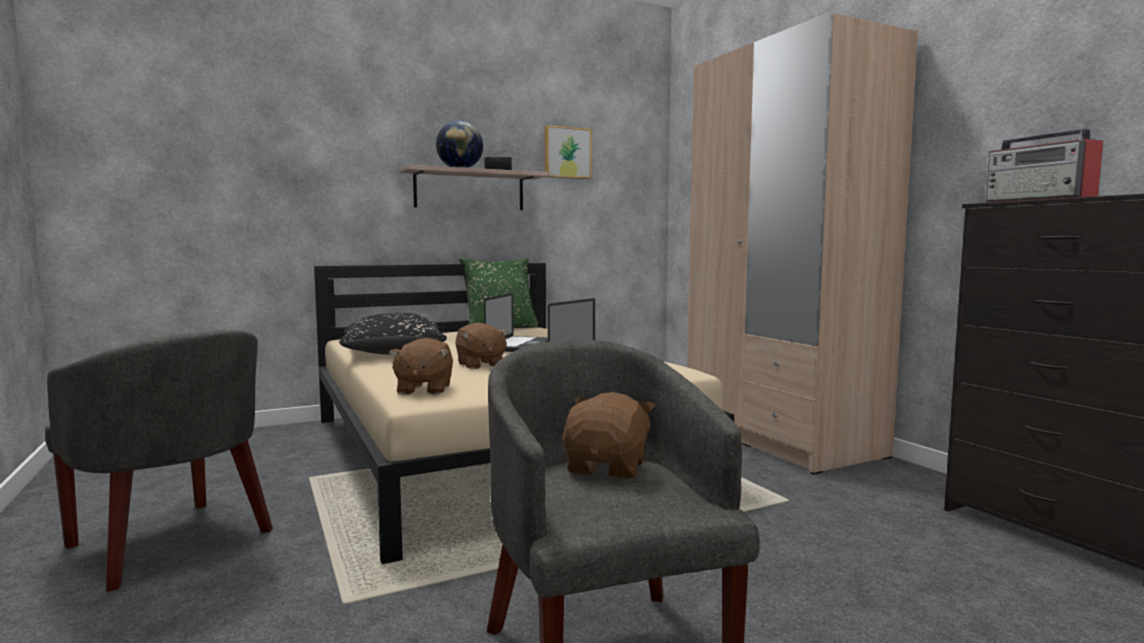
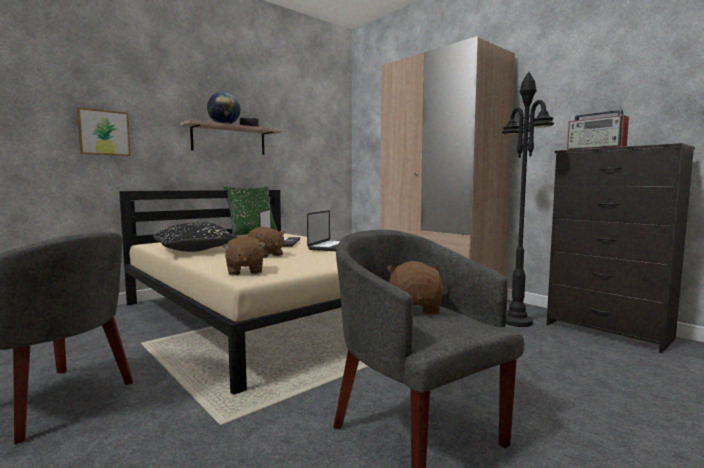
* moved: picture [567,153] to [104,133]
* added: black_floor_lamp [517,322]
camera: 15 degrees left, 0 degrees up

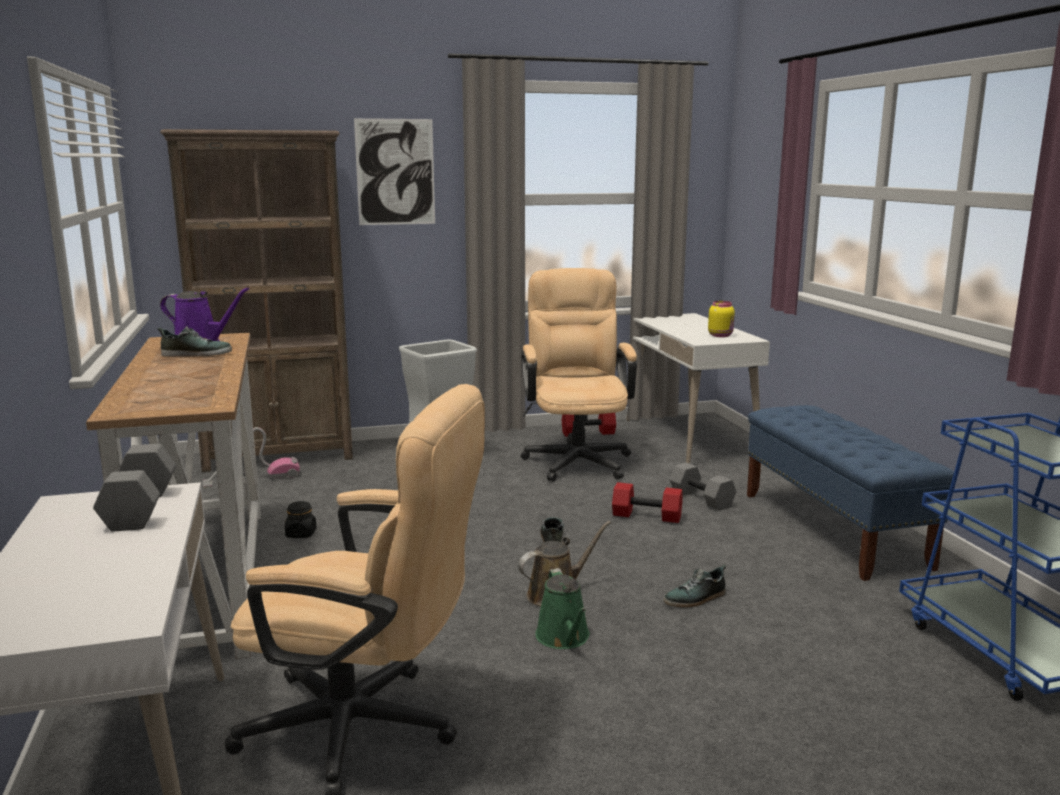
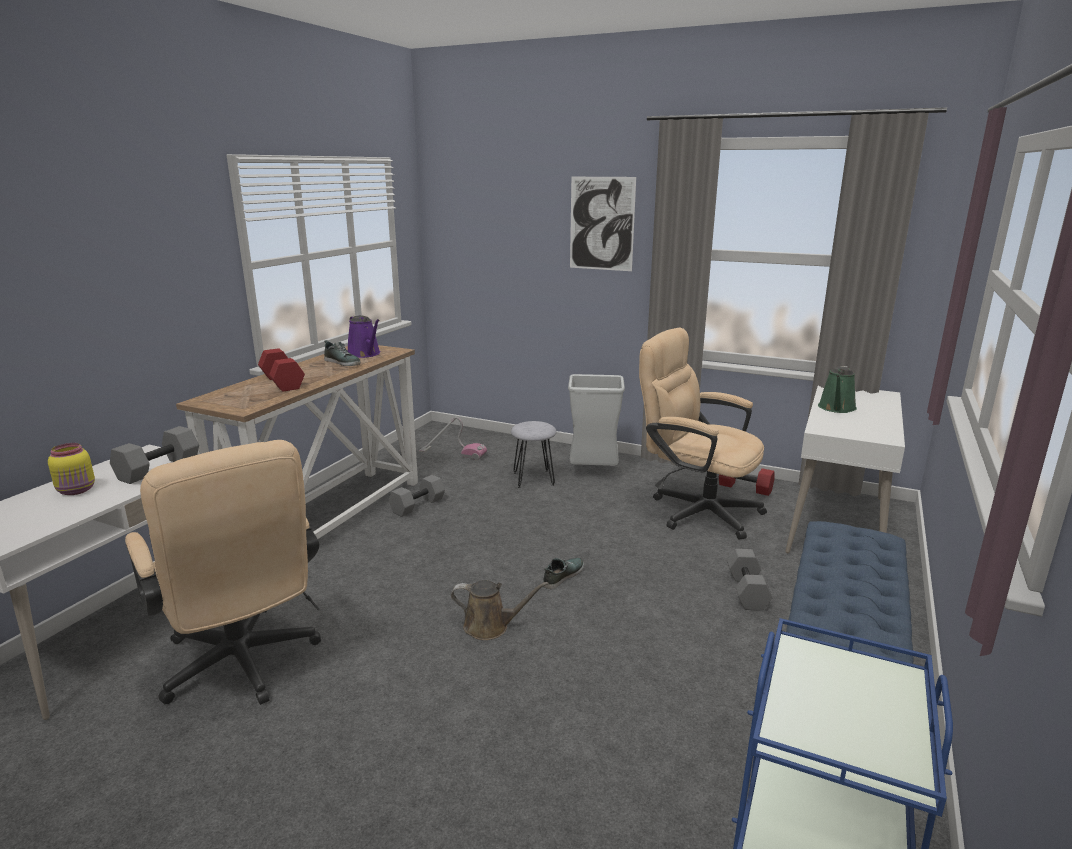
* removed: brown_bookcase [280,456]
* turned: beige_office_chair [576,458] = [695,510] 90 degrees counterclockwise
* moved: yellow_jar [721,335] to [77,490]
* moved: red_dumbbell [646,516] to [281,382]
* replaced: black_jar [301,534] to grey_dumbbell [418,506]
* removed: shoe [695,598]
* moved: green_watering_can [564,638] to [836,408]
* added: grey_stool [534,479]
camera: 40 degrees right, 5 degrees up

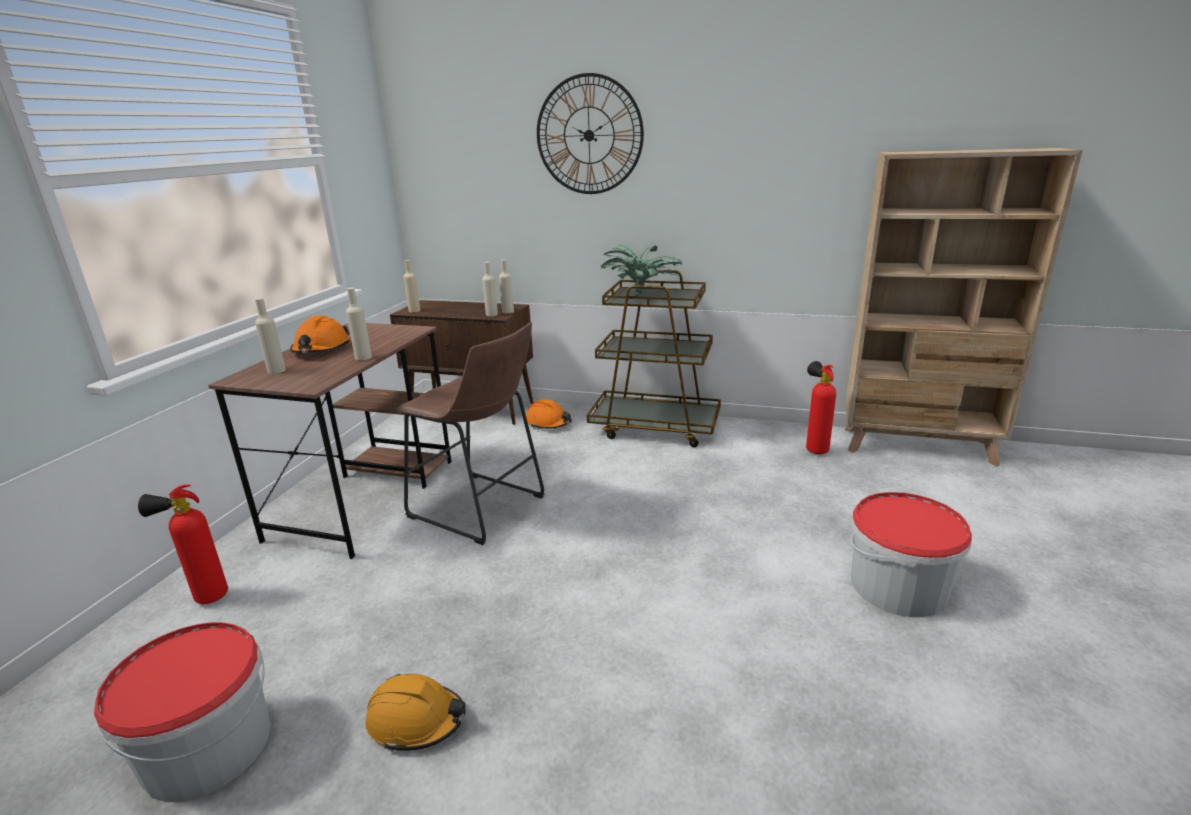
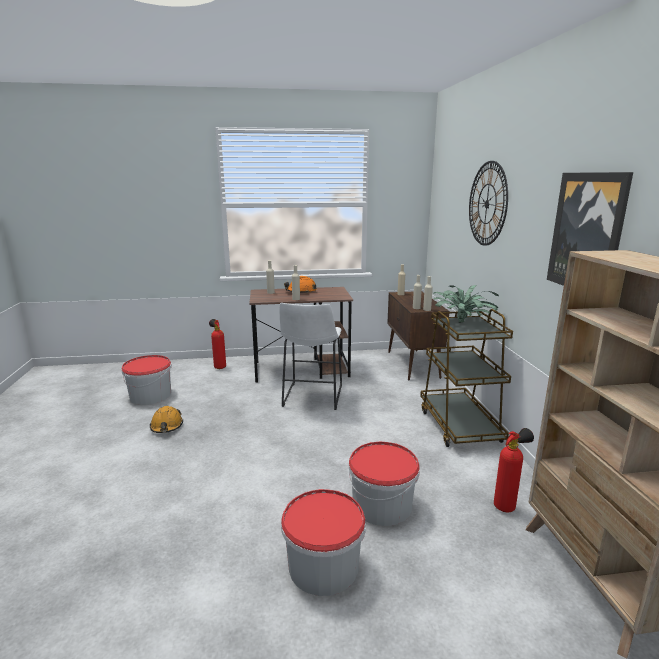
* recoloured: brown_stool [482,509] to white_stool [312,397]
* removed: orange_hard_hat [548,423]
* added: picture [587,233]
* added: bucket [382,504]
camera: 65 degrees right, 5 degrees down

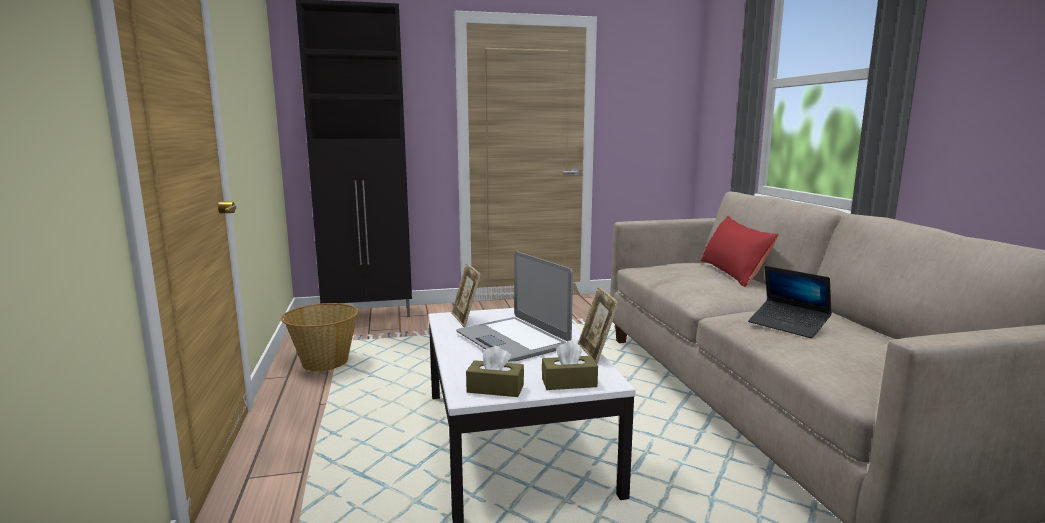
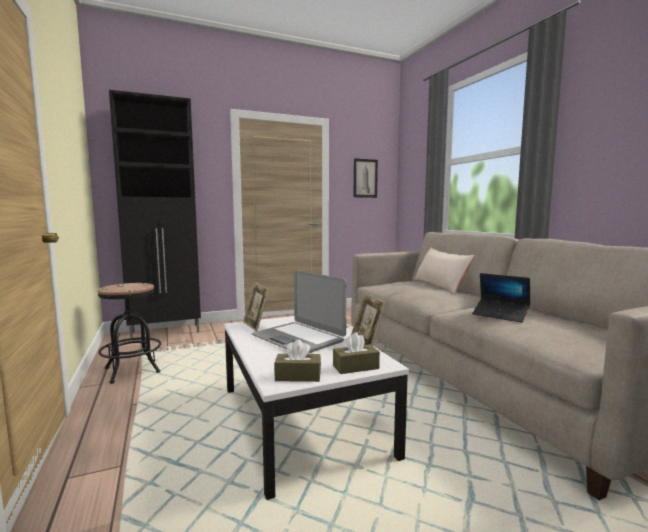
* recoloured: red_pillow [733,273] to beige_pillow [440,286]
* replaced: basket [324,362] to black_stool [132,370]
* added: picture [365,178]
camera: 10 degrees left, 5 degrees down

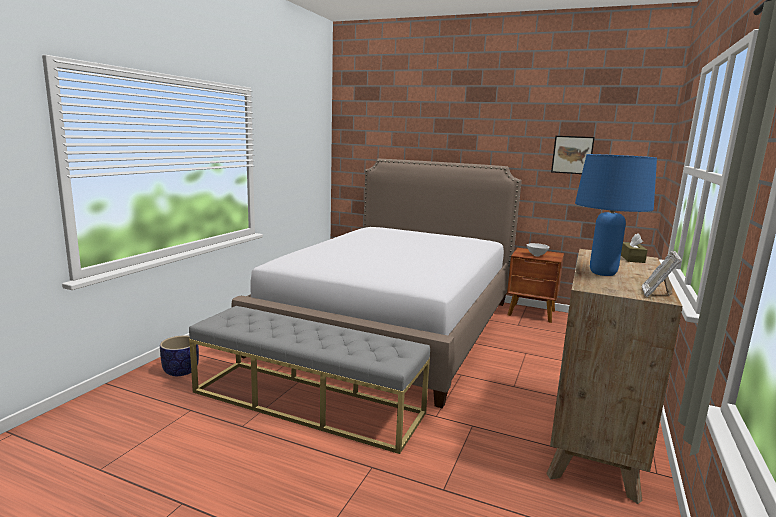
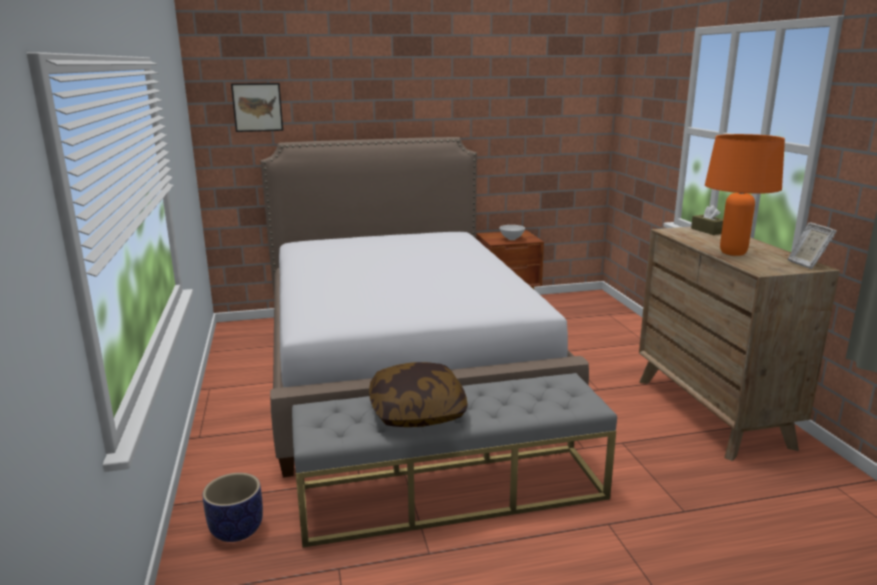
* moved: picture [572,155] to [257,107]
* recoloured: blue_table_lamp [602,273] to orange_table_lamp [732,253]
* added: pillow [417,411]
camera: 35 degrees left, 5 degrees up

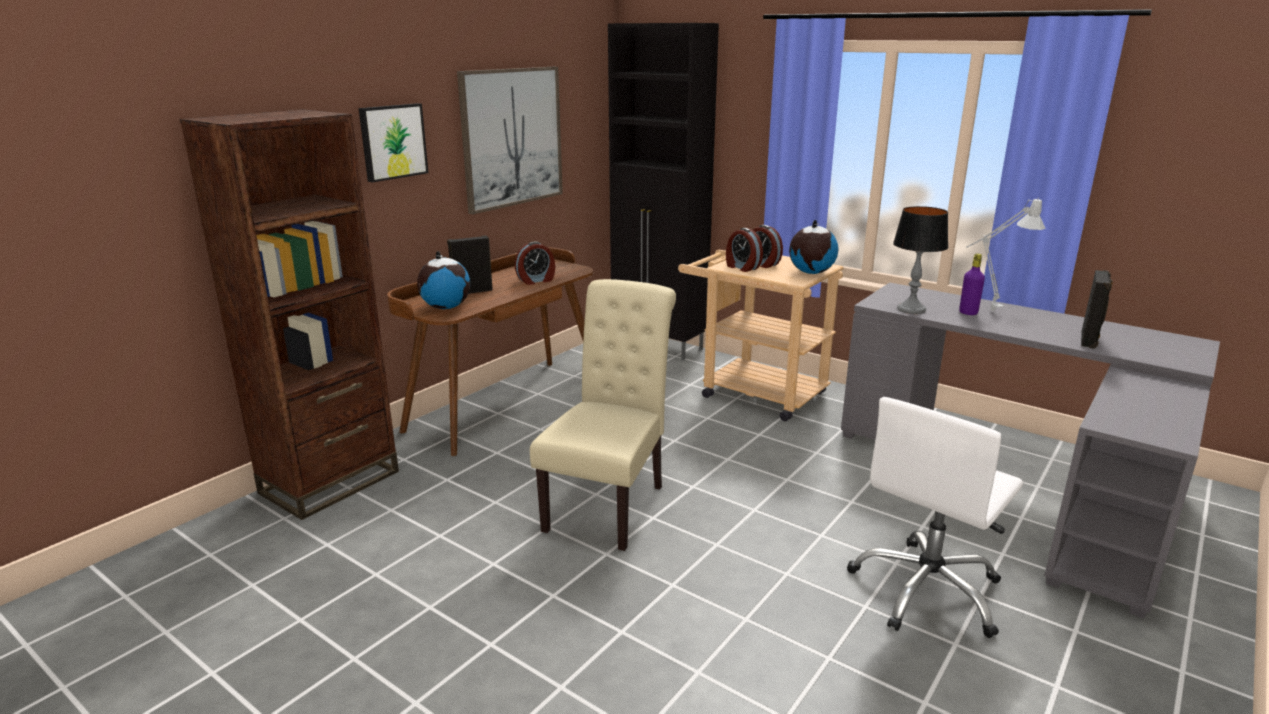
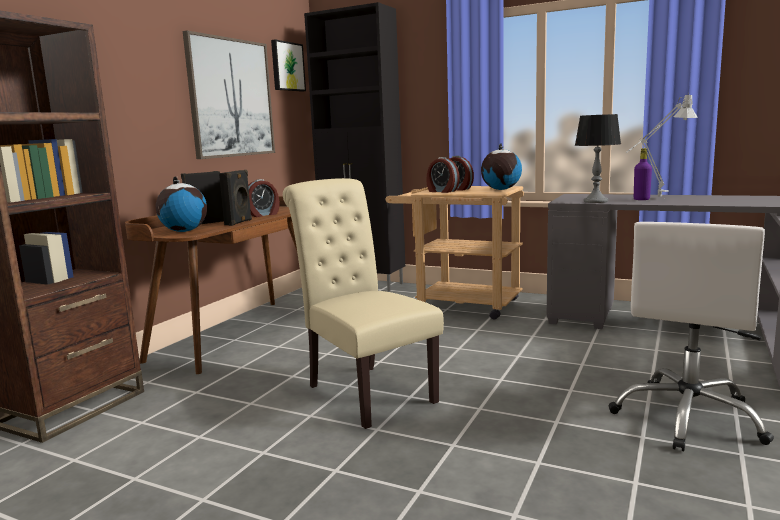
* moved: picture [392,141] to [287,66]
* moved: black_speaker [1089,340] to [239,222]
* turned: beige_chair [610,503] = [365,391] 45 degrees counterclockwise
camera: 10 degrees left, 10 degrees down

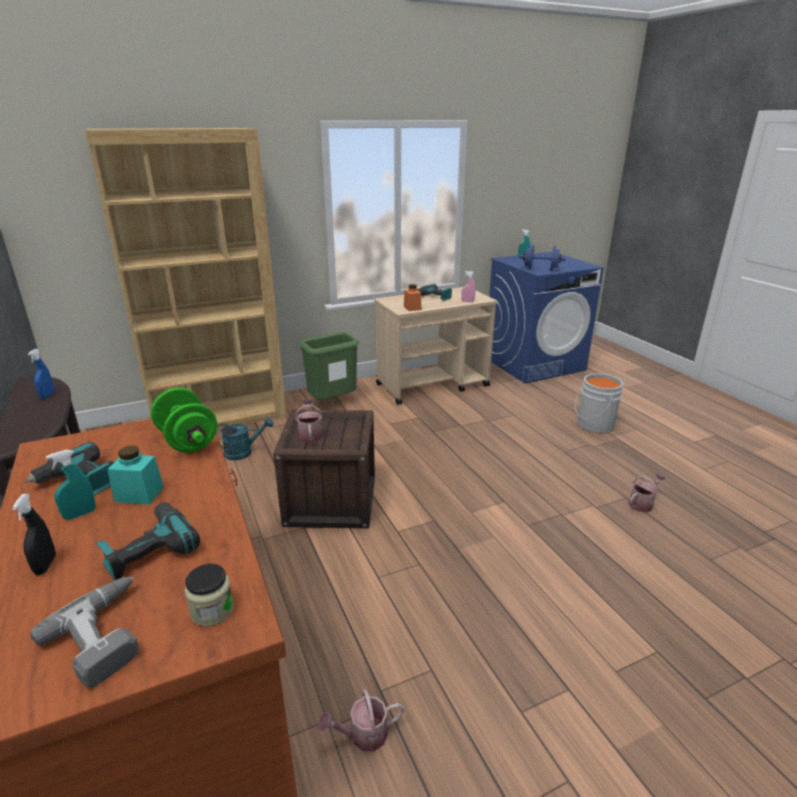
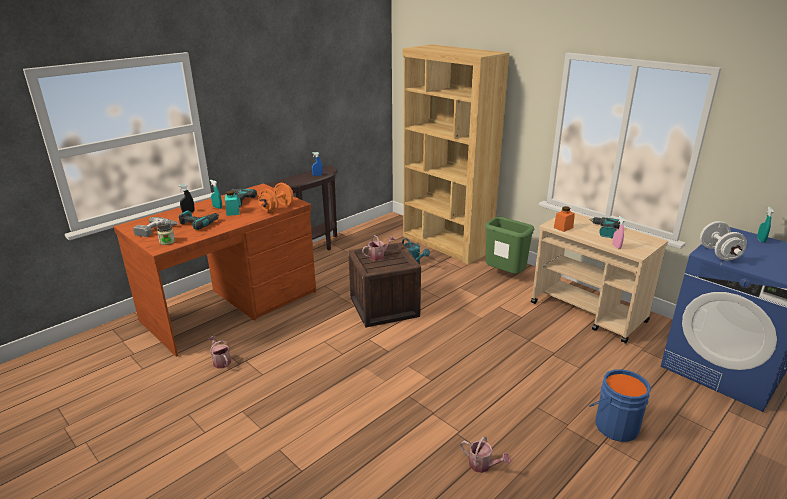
* recoloured: blue_dumbbell [540,269] to white_dumbbell [718,253]
* recoloured: grey_bucket [593,424] to blue_bucket [614,425]
* recoloured: green_dumbbell [188,441] to orange_dumbbell [277,208]
camera: 70 degrees right, 0 degrees up

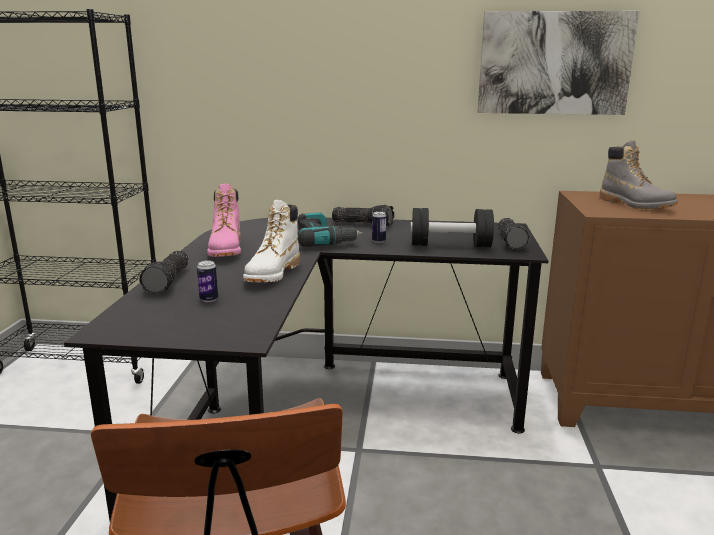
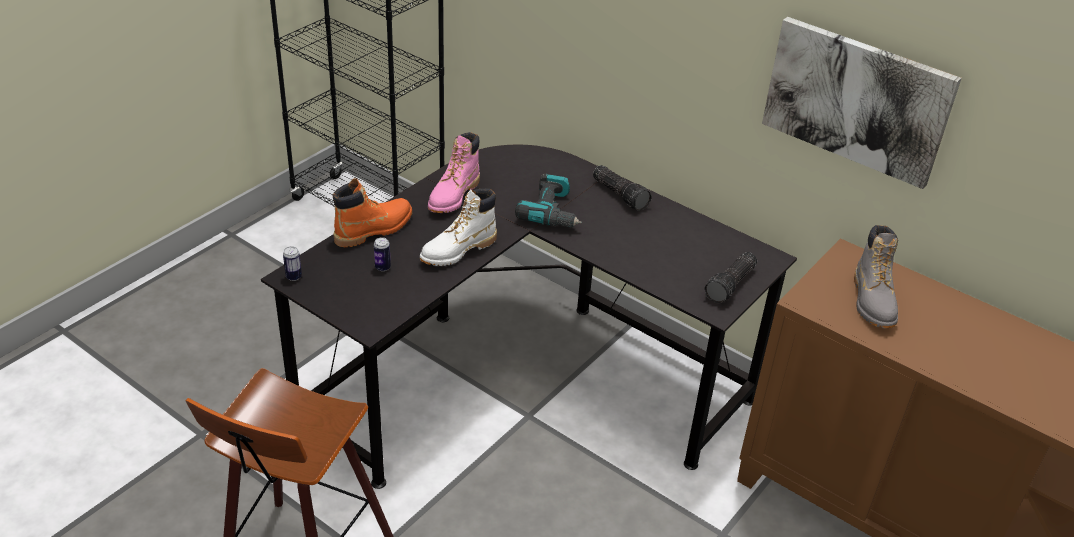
* removed: black_dumbbell [450,245]
* moved: can [378,241] to [293,277]
* replaced: flashlight [169,281] to orange_boot [374,229]
camera: 30 degrees right, 20 degrees up

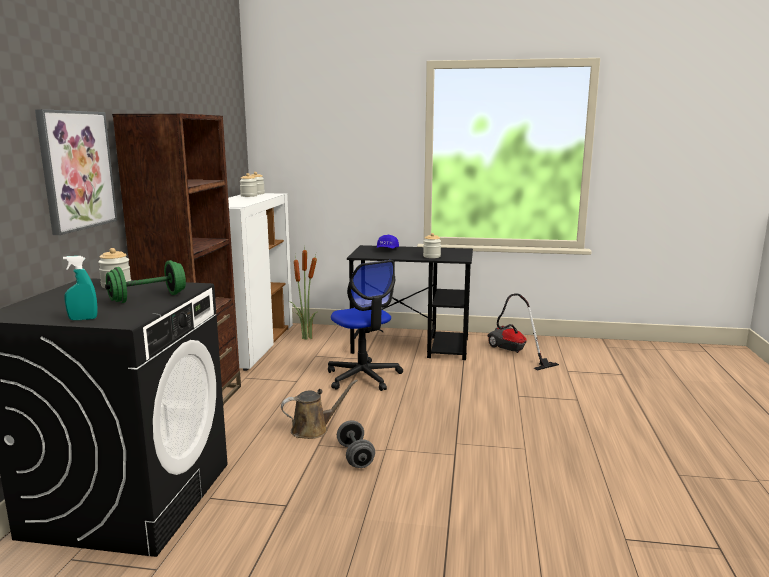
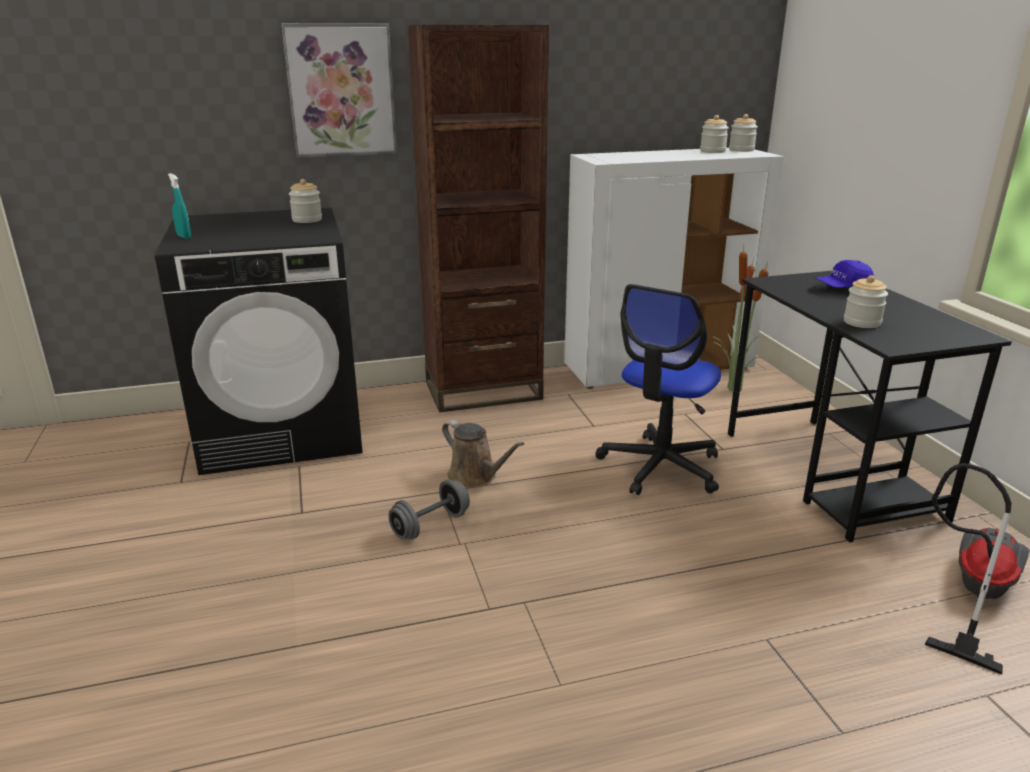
* removed: green_dumbbell [148,298]
camera: 65 degrees right, 10 degrees up

